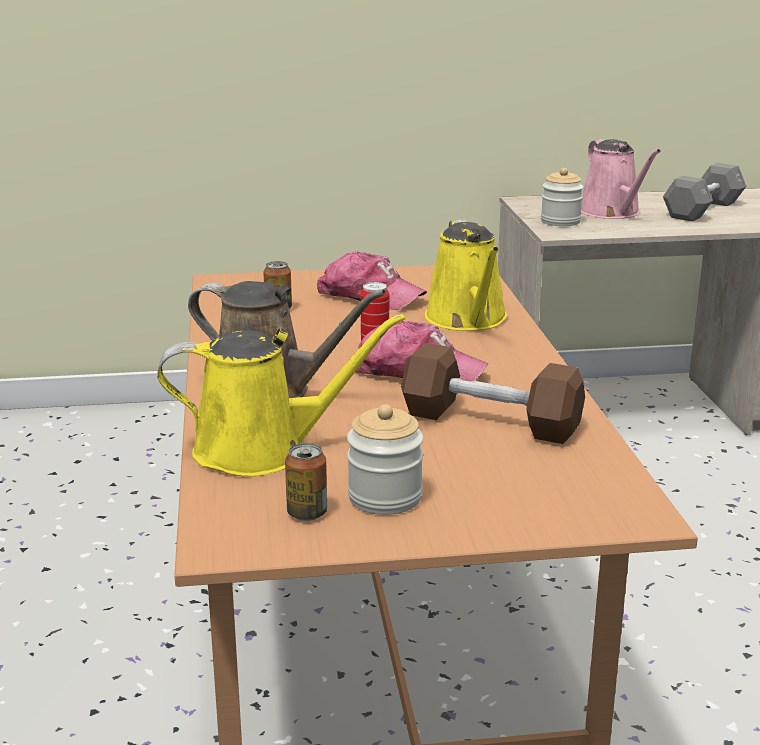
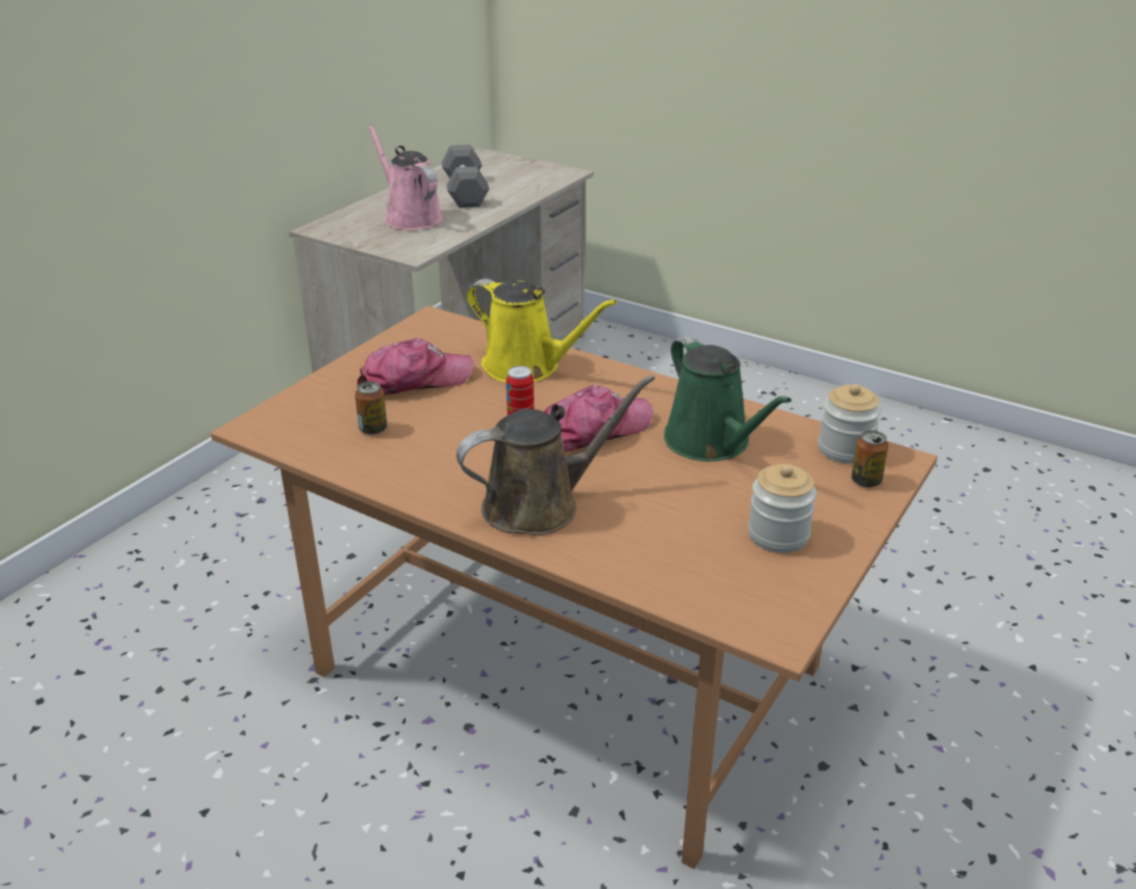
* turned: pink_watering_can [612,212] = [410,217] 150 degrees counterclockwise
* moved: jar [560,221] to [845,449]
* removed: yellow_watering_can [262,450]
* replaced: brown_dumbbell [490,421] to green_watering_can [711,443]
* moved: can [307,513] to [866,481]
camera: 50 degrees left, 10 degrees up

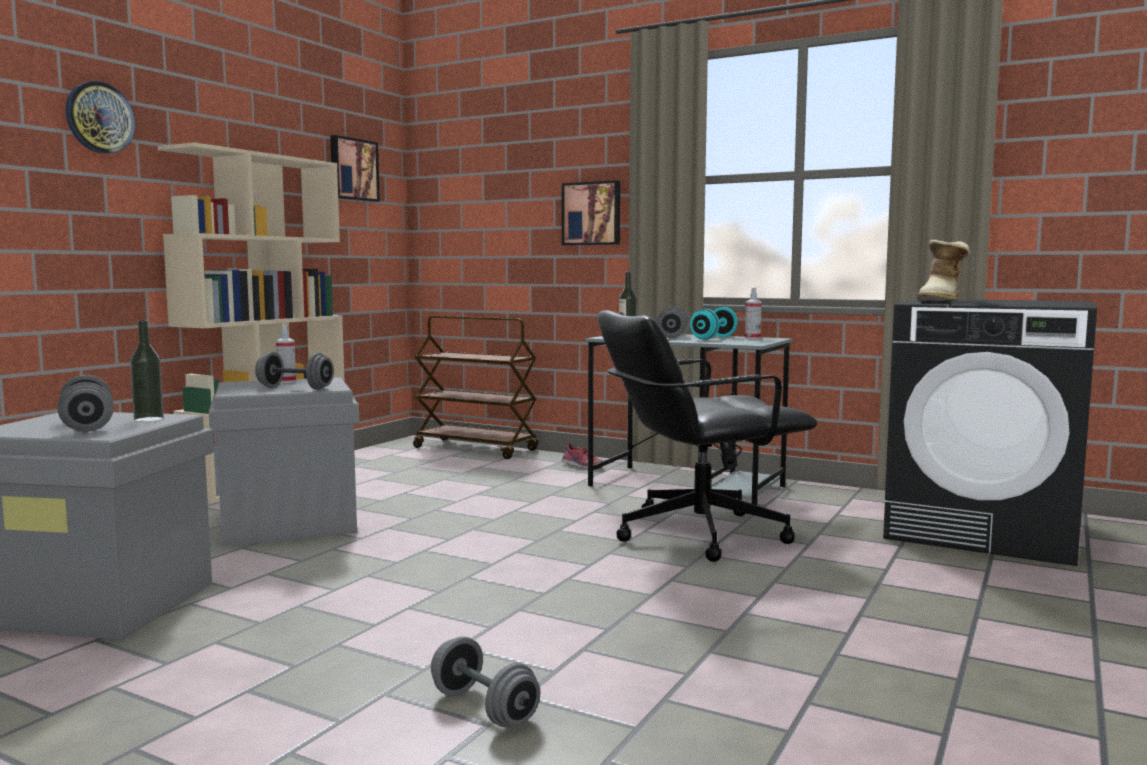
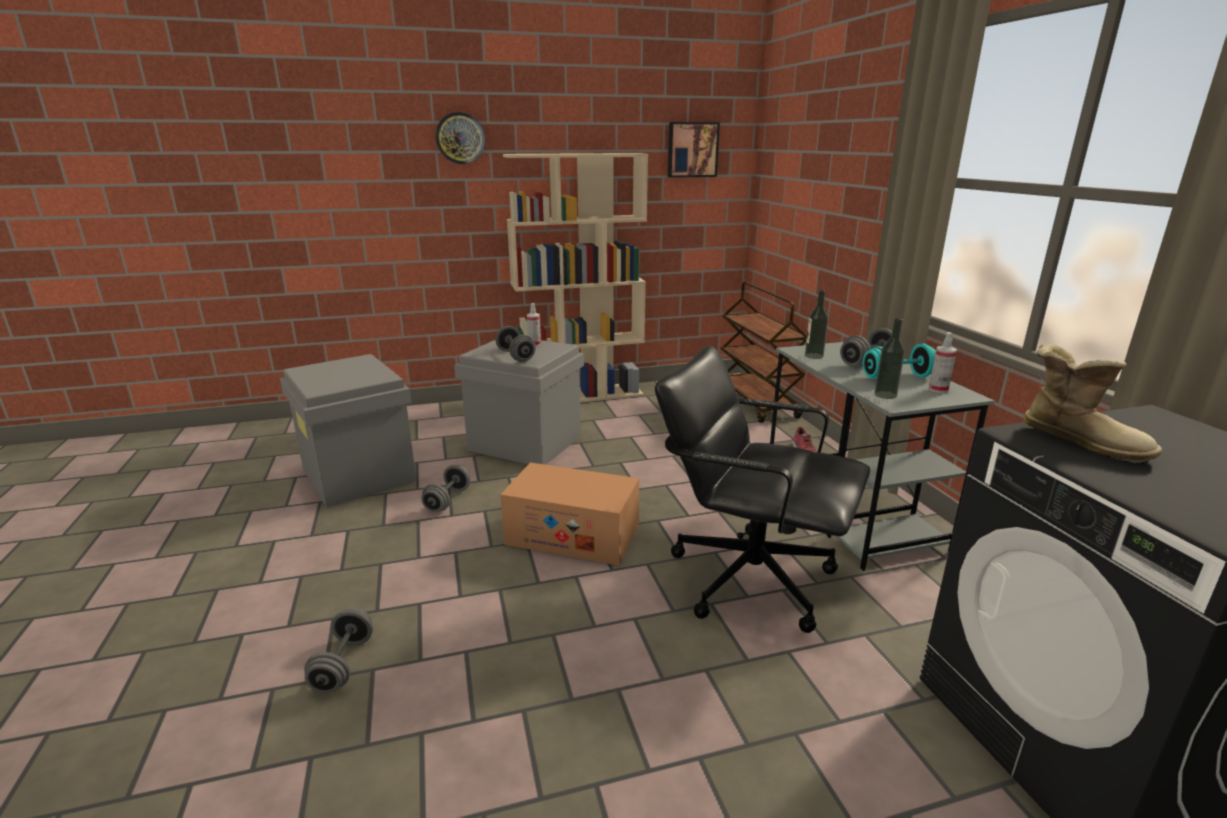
* removed: picture [592,213]
* turned: boot [942,302] = [1081,441] 120 degrees counterclockwise
* moved: bottle [148,419] to [885,395]
* moved: grey_dumbbell [87,425] to [448,500]
* added: cardboard_box [572,535]
camera: 45 degrees right, 15 degrees up

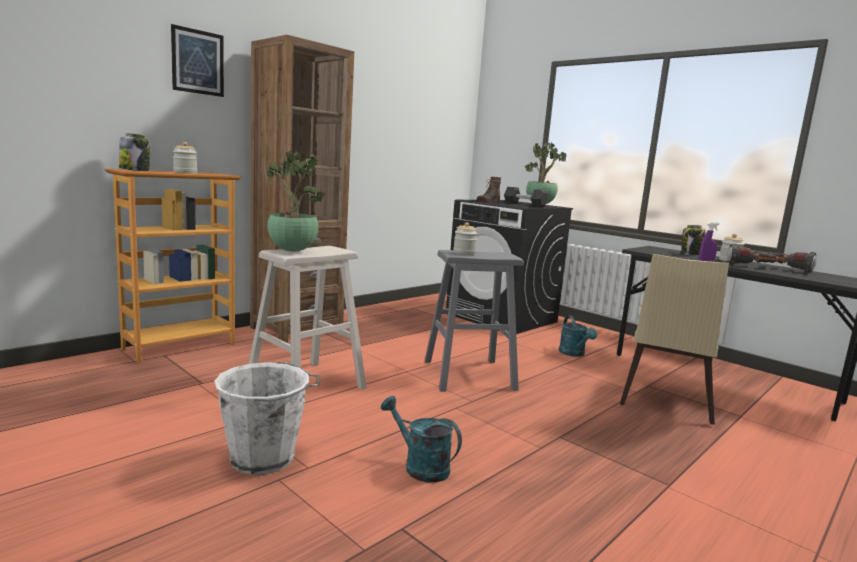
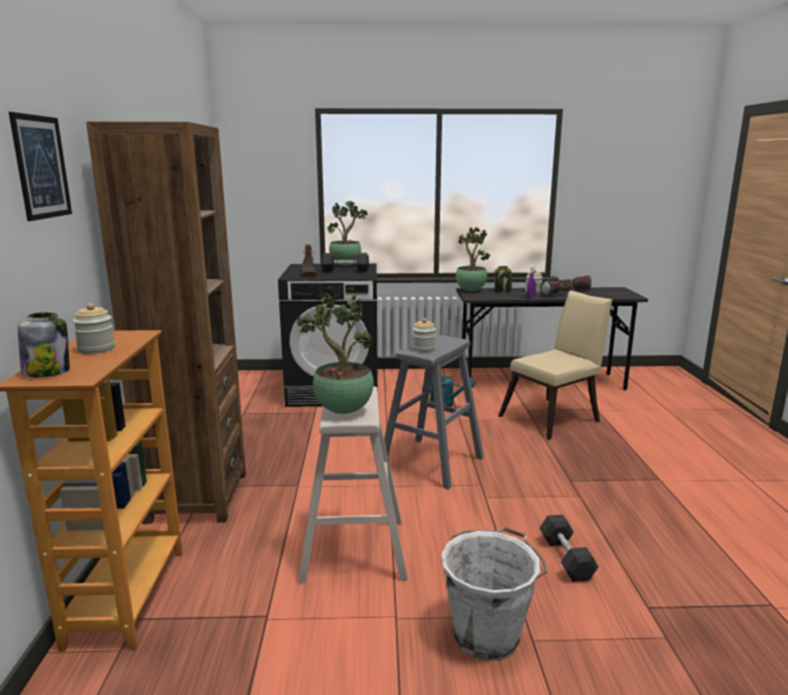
* turned: beige_chair [665,400] = [554,418] 105 degrees counterclockwise
* replaced: turquoise_watering_can [420,466] to black_dumbbell [566,558]
* added: potted_plant [470,290]
camera: 45 degrees left, 5 degrees up

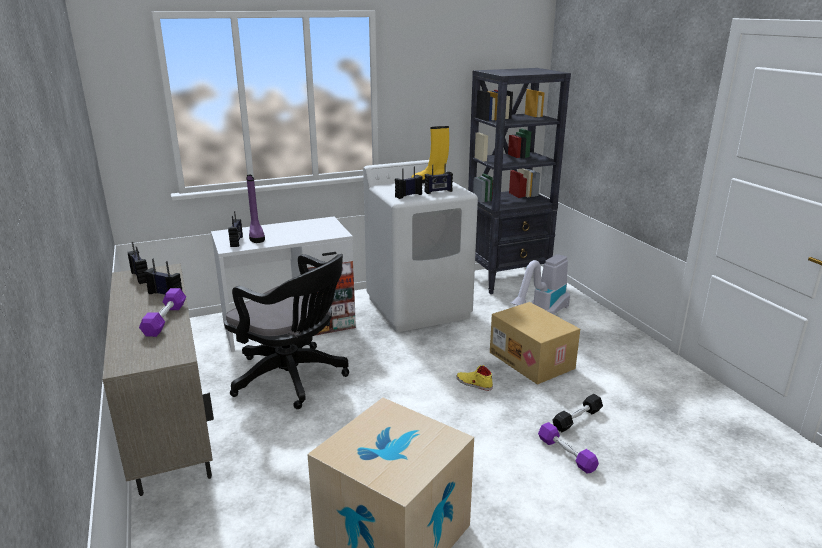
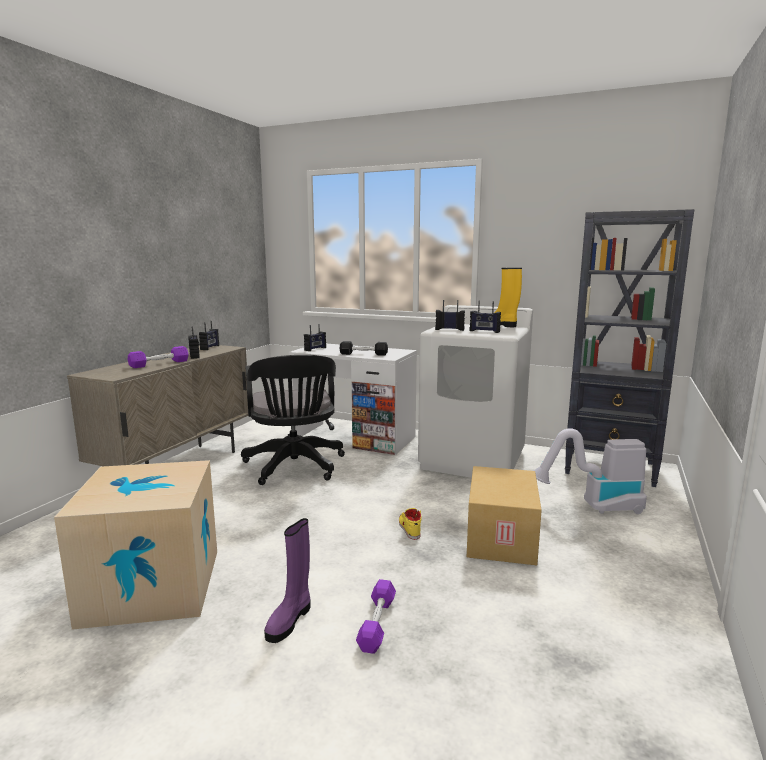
* moved: purple_boot [256,236] to [290,620]
* moved: black_dumbbell [577,419] to [363,354]
camera: 45 degrees right, 10 degrees down

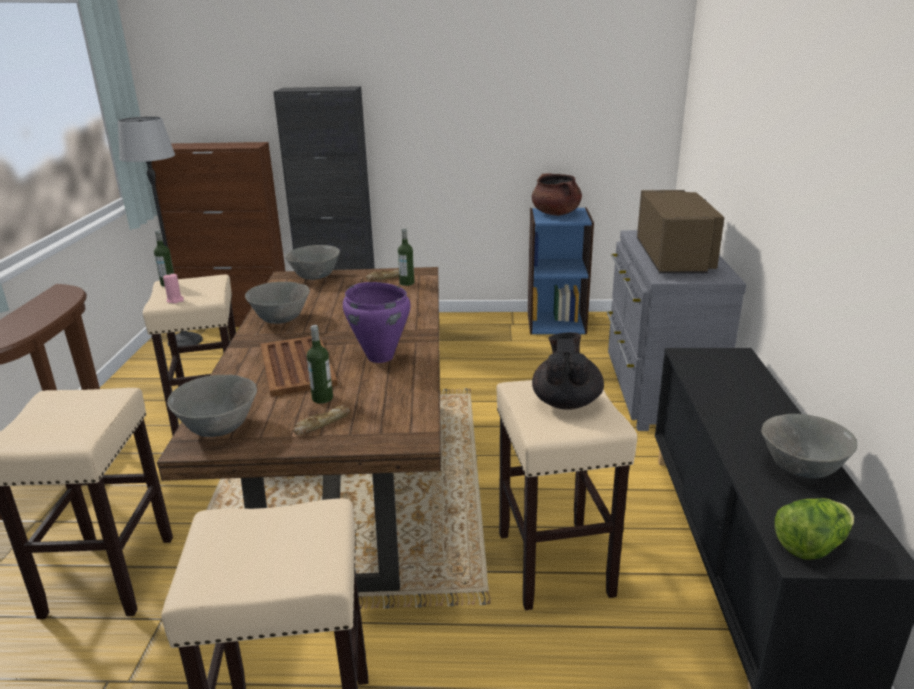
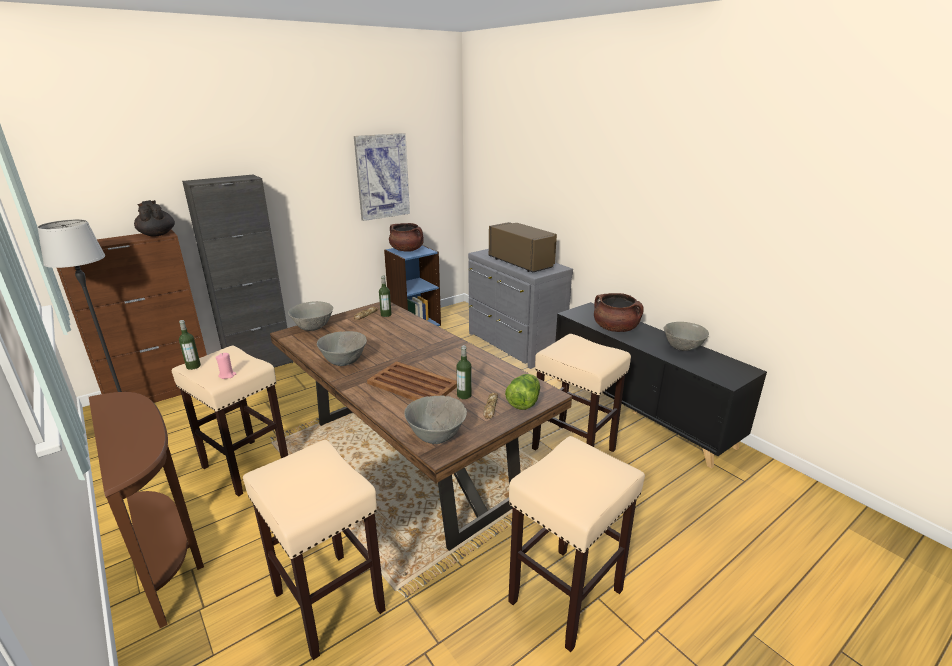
* removed: purple_cooking_pot [380,357]
* moved: black_teapot [566,402] to [157,234]
* moved: lettuce [810,546] to [524,402]
* added: picture [382,176]
* added: brown_cooking_pot [615,328]
camera: 40 degrees left, 0 degrees up

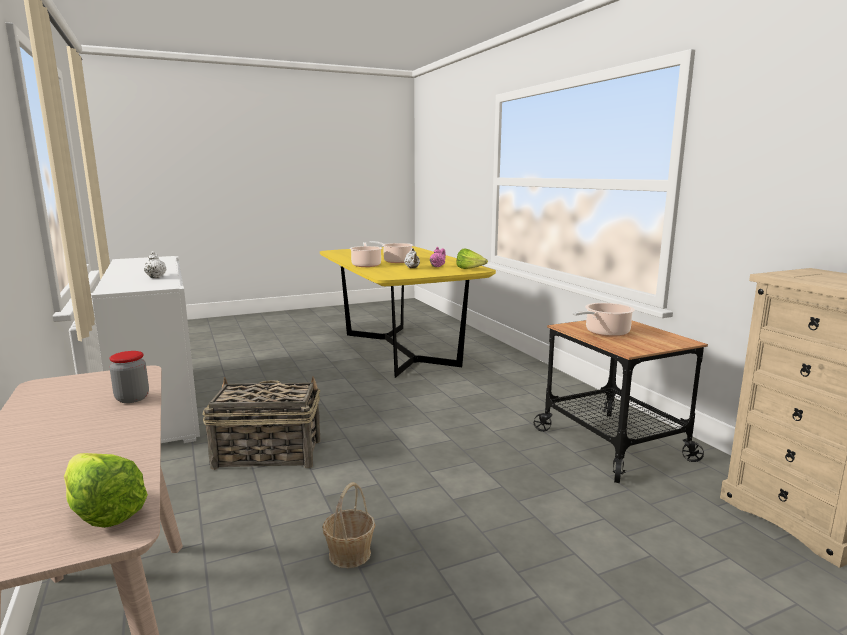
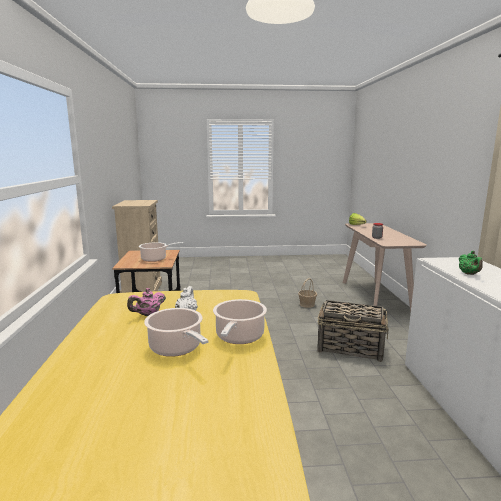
* removed: lettuce [470,269]
* recoloured: white_teapot [156,277] to green_teapot [469,274]
camera: 160 degrees left, 0 degrees up

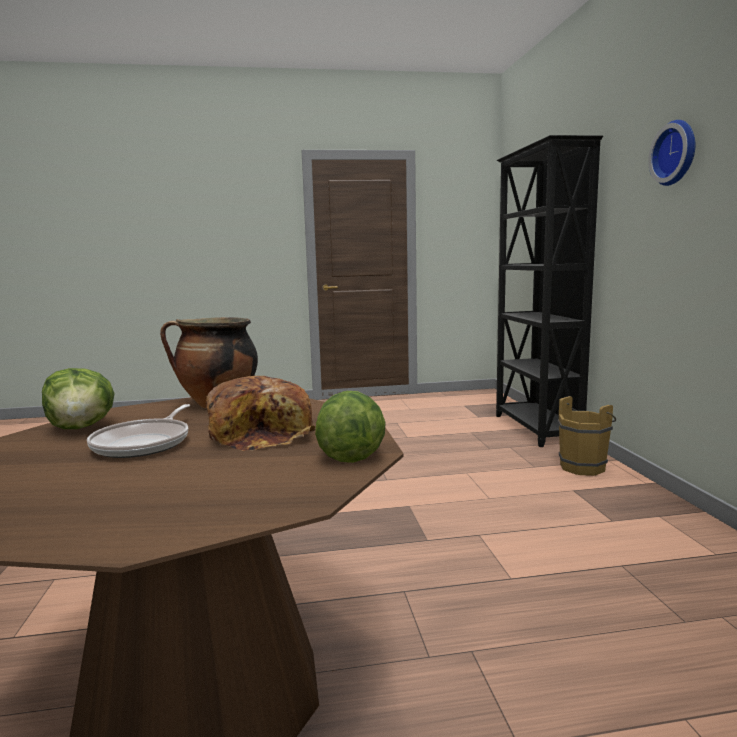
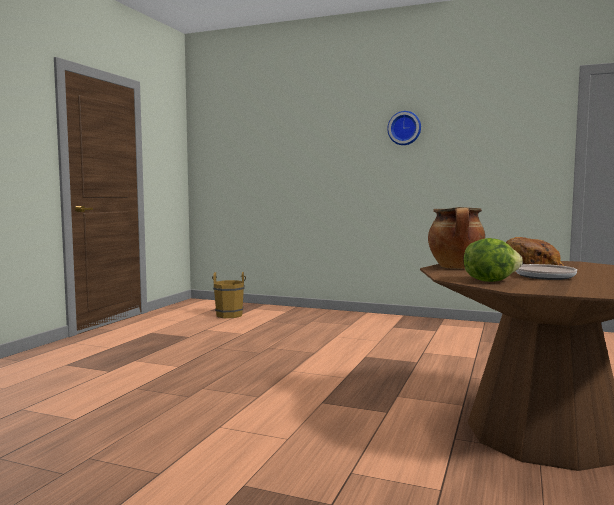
* removed: black_bookcase [535,429]
* removed: lettuce [350,452]
* moved: brown_bucket [584,467] to [229,314]
camera: 60 degrees left, 5 degrees down

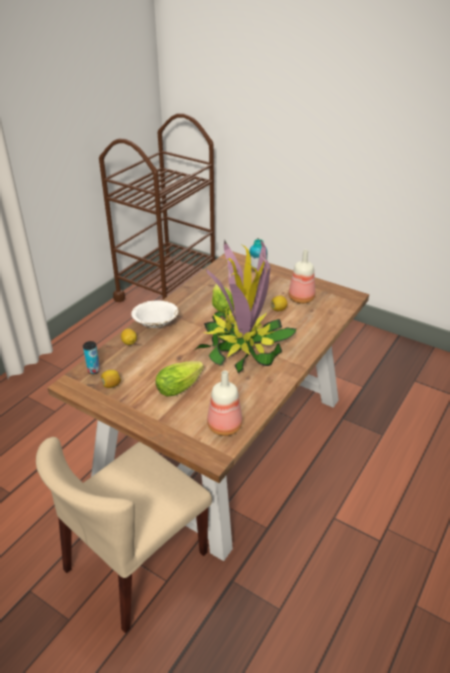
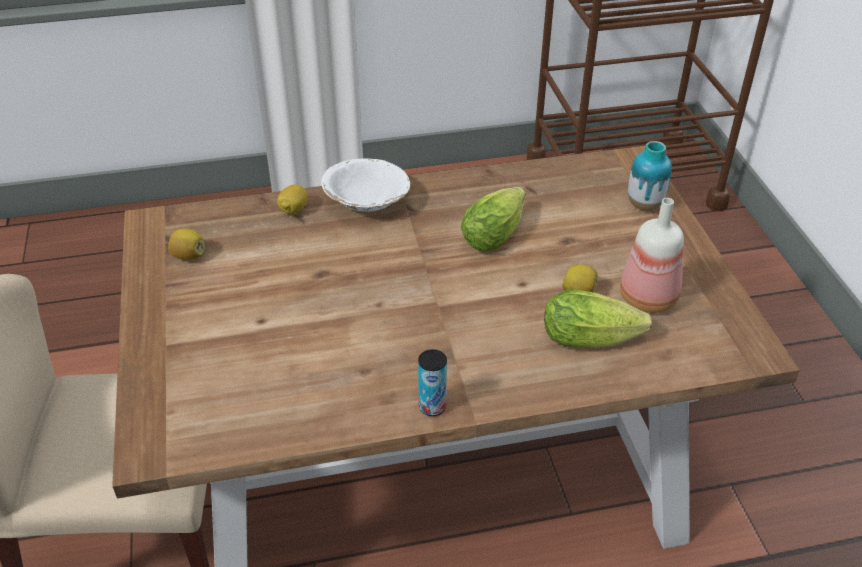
* removed: potted_plant [242,347]
* moved: can [94,370] to [432,407]
* moved: lettuce [181,386] to [595,338]
* removed: bottle [223,426]
camera: 45 degrees right, 5 degrees up

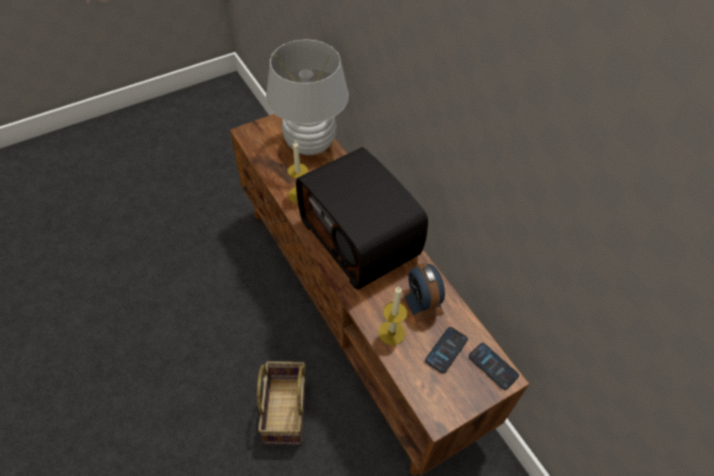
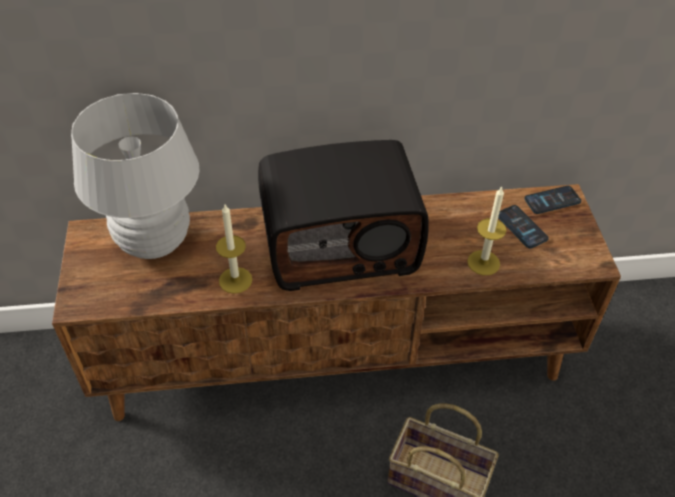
* removed: alarm_clock [422,302]
camera: 65 degrees left, 5 degrees down

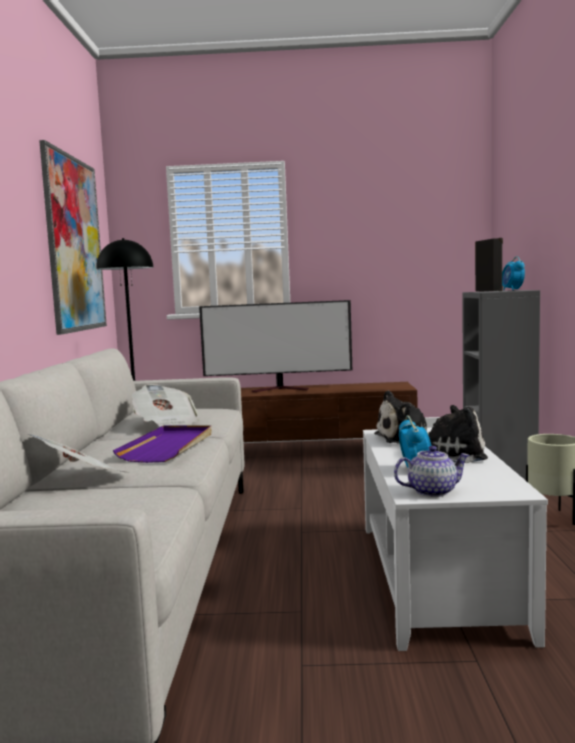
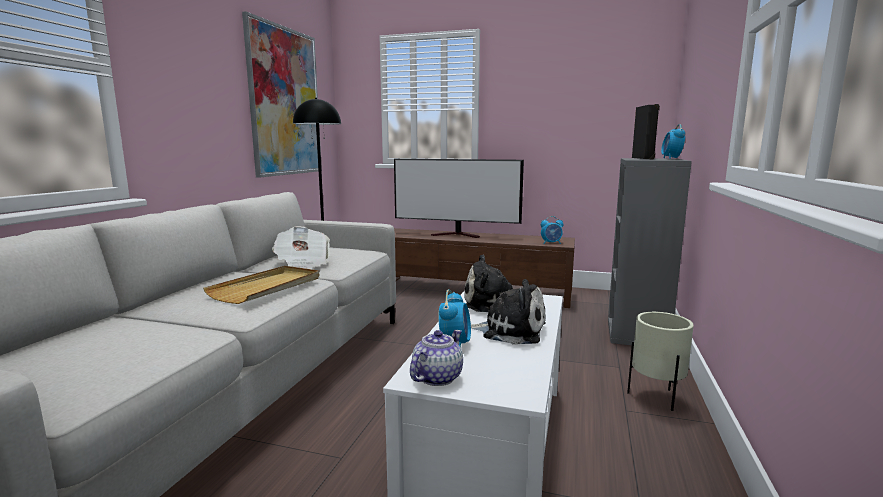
* recoloured: purple_tray [169,447] to beige_tray [267,287]
* removed: newspaper [80,478]
* turned: teapot [432,491] = [437,377] 60 degrees counterclockwise
* added: alarm_clock [551,243]
camera: 15 degrees right, 5 degrees up

